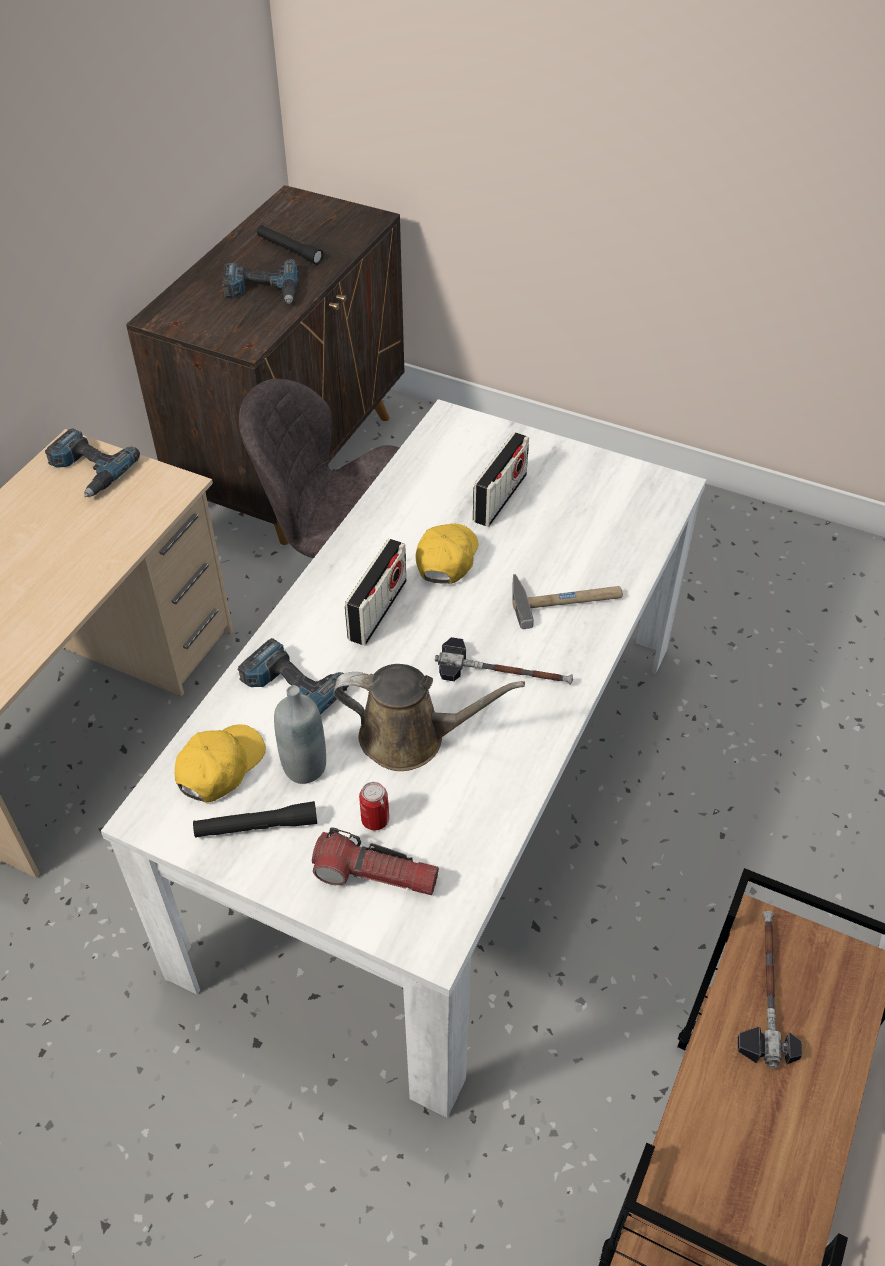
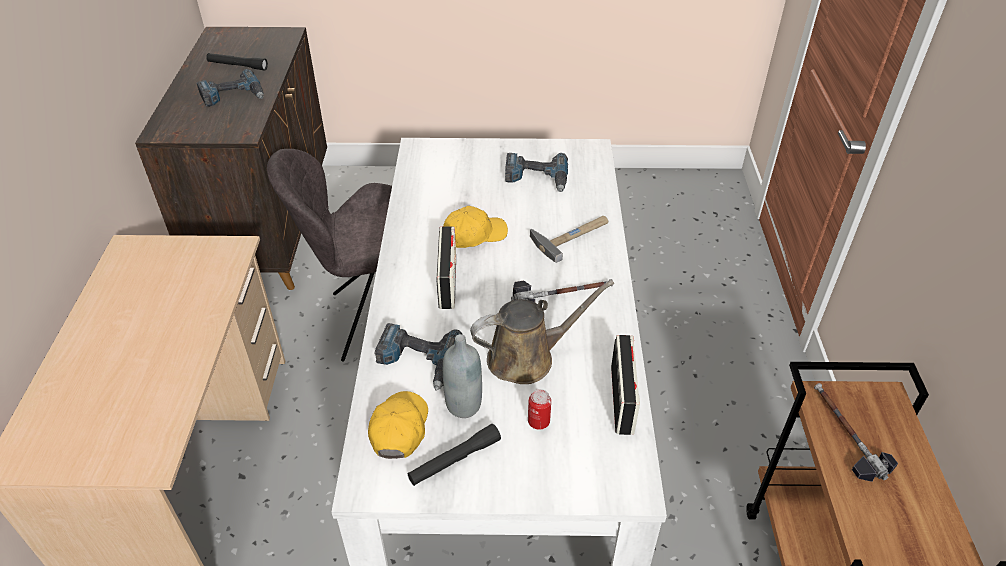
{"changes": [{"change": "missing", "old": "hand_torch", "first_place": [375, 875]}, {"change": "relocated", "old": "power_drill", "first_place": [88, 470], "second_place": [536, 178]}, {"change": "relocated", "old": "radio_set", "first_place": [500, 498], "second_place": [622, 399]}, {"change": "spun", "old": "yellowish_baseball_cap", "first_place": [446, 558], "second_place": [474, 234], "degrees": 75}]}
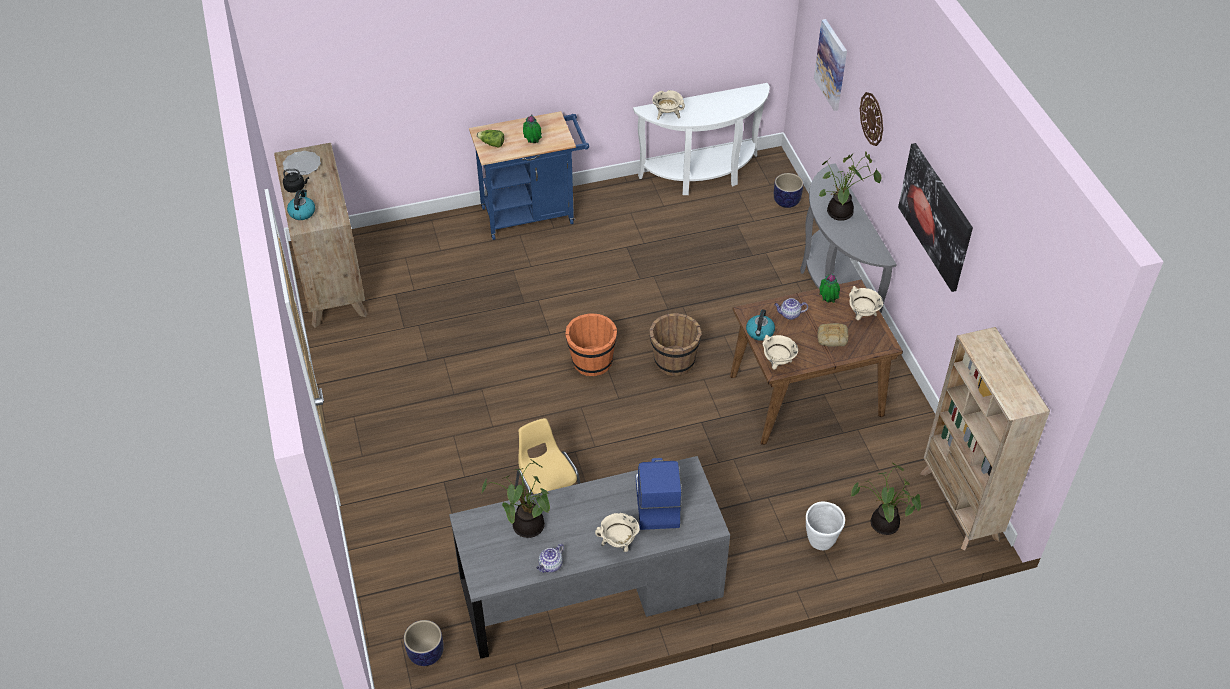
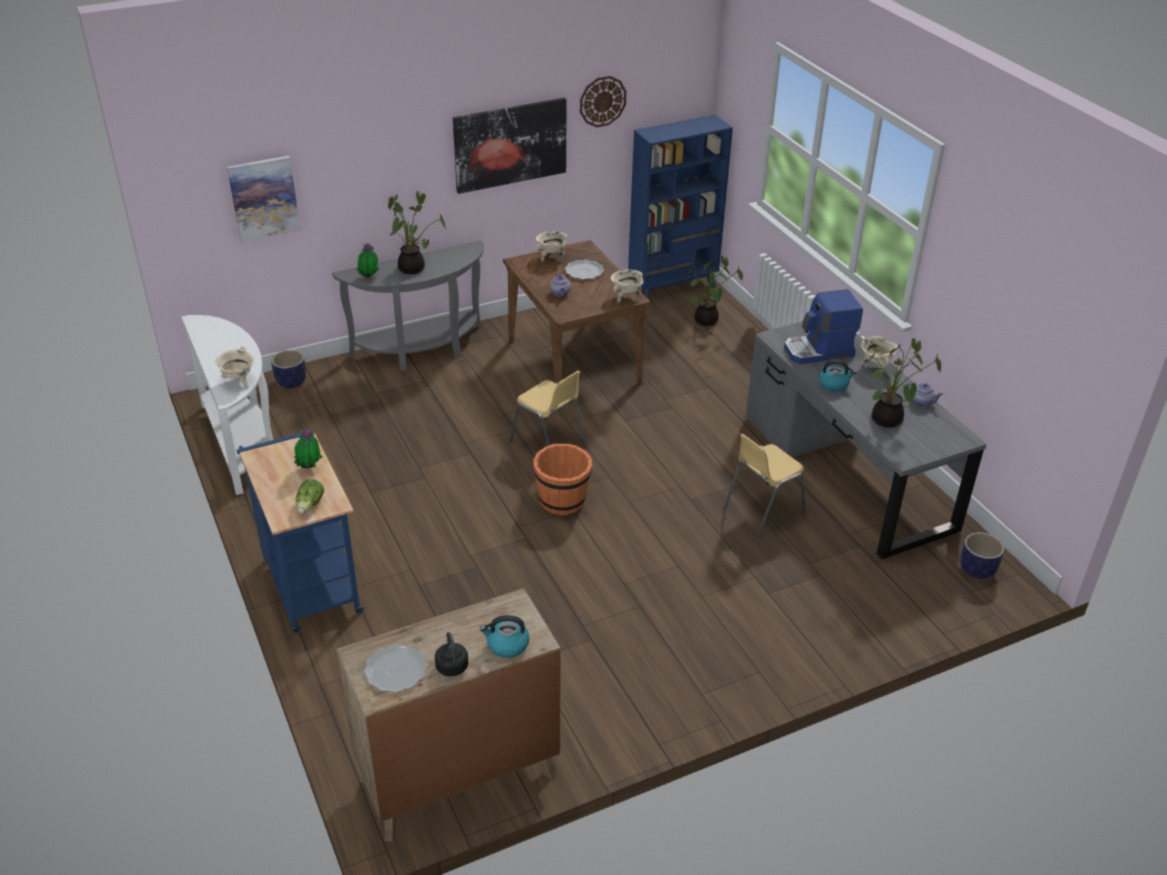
{"changes": [{"change": "missing", "old": "white-coloured_planter", "first_place": [820, 541]}, {"change": "relocated", "old": "kettle", "first_place": [760, 332], "second_place": [833, 384]}, {"change": "relocated", "old": "potted_plant", "first_place": [827, 301], "second_place": [369, 278]}, {"change": "relocated", "old": "clock_on_the_wall", "first_place": [872, 118], "second_place": [602, 101]}, {"change": "exchanged", "old": "brownish_bucket", "new": "yellowish_chair", "first_place": [674, 361], "second_place": [549, 443]}, {"change": "exchanged", "old": "bread", "new": "flat_dish", "first_place": [832, 337], "second_place": [584, 271]}, {"change": "colour", "old": "sand-coloured_bookcase", "new": "blue_bookcase", "first_place": [959, 506], "second_place": [673, 287]}]}
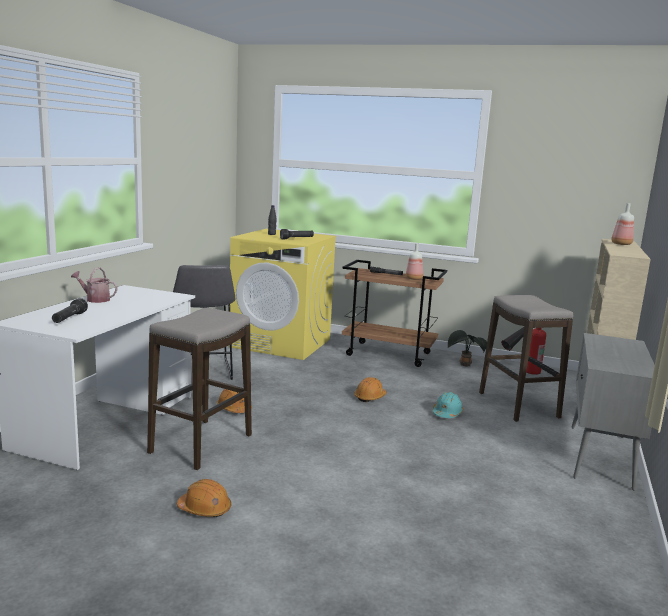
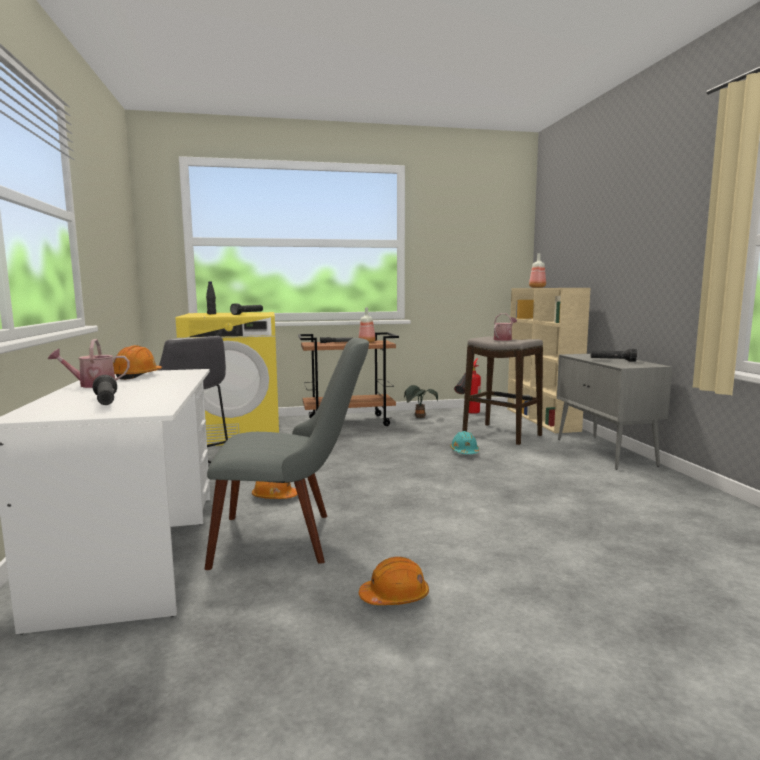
{"changes": [{"change": "appeared", "new": "sprinkling_can", "second_place": [504, 339]}, {"change": "appeared", "new": "blackish_hand_torch", "second_place": [612, 360]}, {"change": "relocated", "old": "orange_work_helmet", "first_place": [370, 397], "second_place": [137, 376]}, {"change": "exchanged", "old": "stool", "new": "gray_chair", "first_place": [202, 444], "second_place": [291, 538]}]}
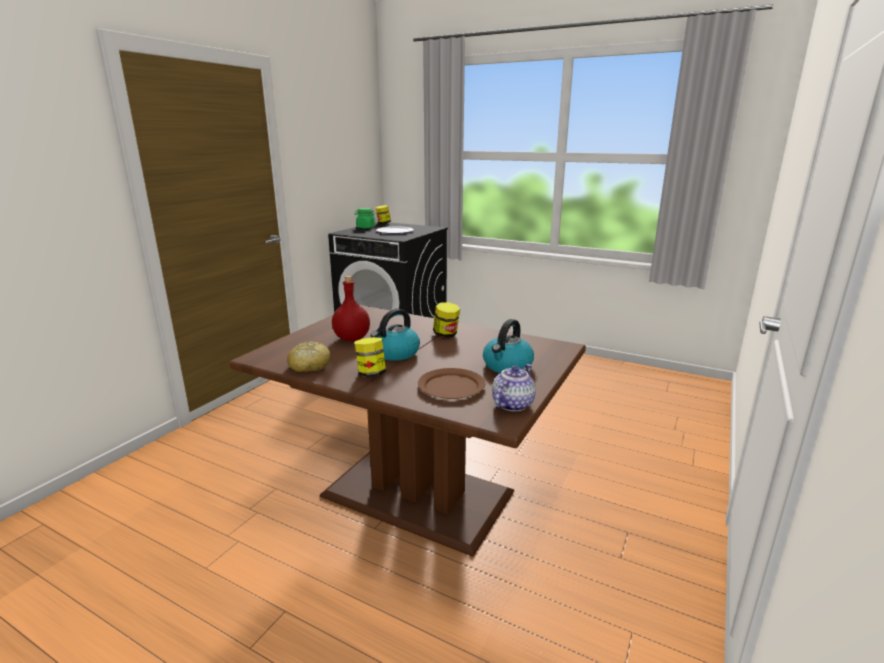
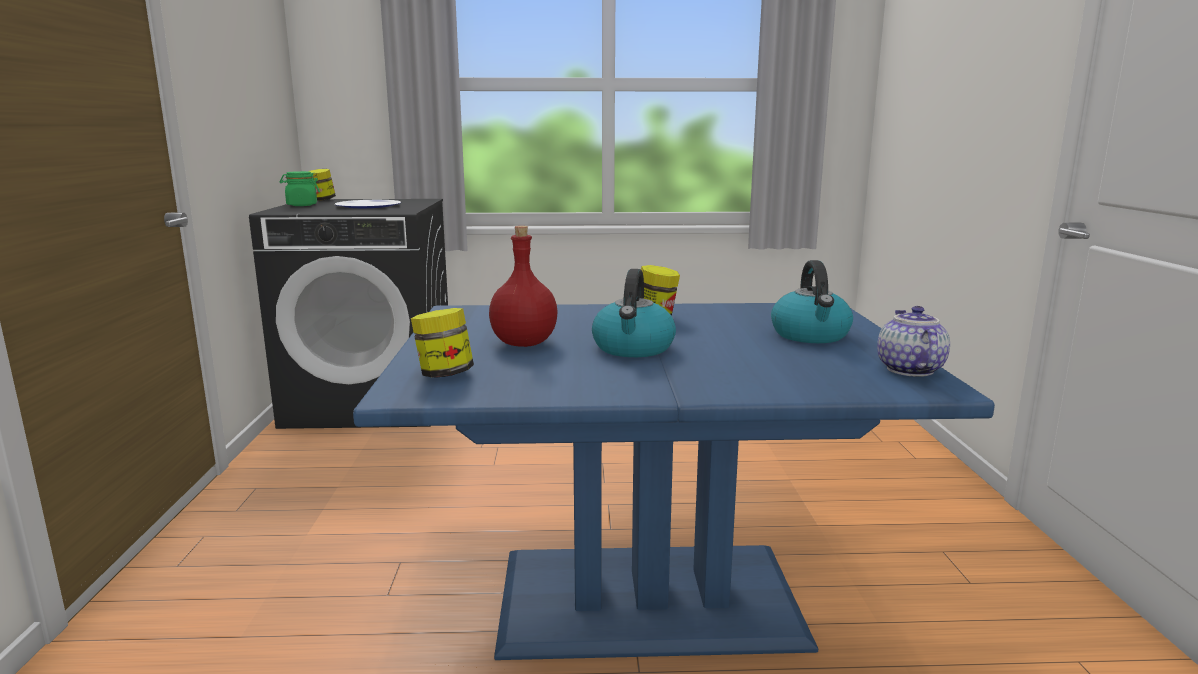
{"changes": [{"change": "missing", "old": "bread", "first_place": [309, 366]}, {"change": "missing", "old": "brownish_flat_dish", "first_place": [451, 387]}, {"change": "relocated", "old": "storage_jar", "first_place": [371, 374], "second_place": [444, 374]}, {"change": "colour", "old": "brownish_dinner_table", "new": "blue_dinner_table", "first_place": [416, 495], "second_place": [649, 601]}]}
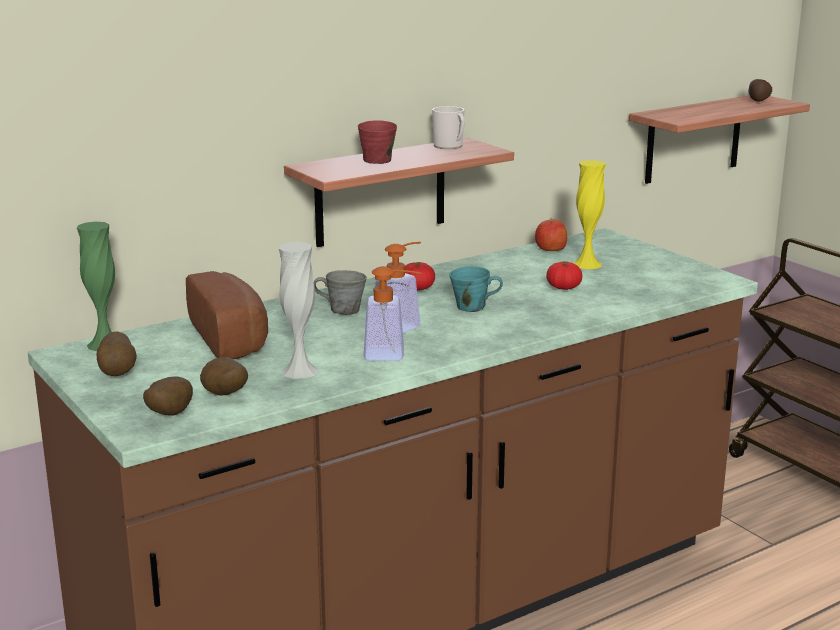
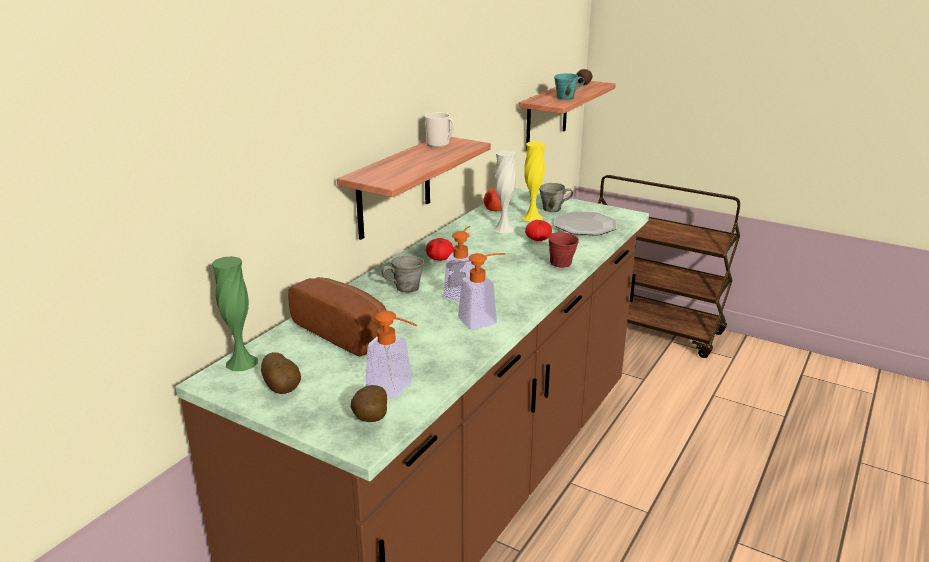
{"changes": [{"change": "appeared", "new": "gray_coffee_mug", "second_place": [553, 209]}, {"change": "appeared", "new": "flat_dish", "second_place": [585, 225]}, {"change": "relocated", "old": "white-coloured_decorative_vase", "first_place": [300, 371], "second_place": [504, 229]}, {"change": "relocated", "old": "red_coffee_mug", "first_place": [379, 160], "second_place": [561, 262]}, {"change": "relocated", "old": "blue-green_coffee_mug", "first_place": [473, 307], "second_place": [566, 97]}, {"change": "exchanged", "old": "whole_potato", "new": "liquid_soap_bottle", "first_place": [224, 396], "second_place": [396, 389]}]}
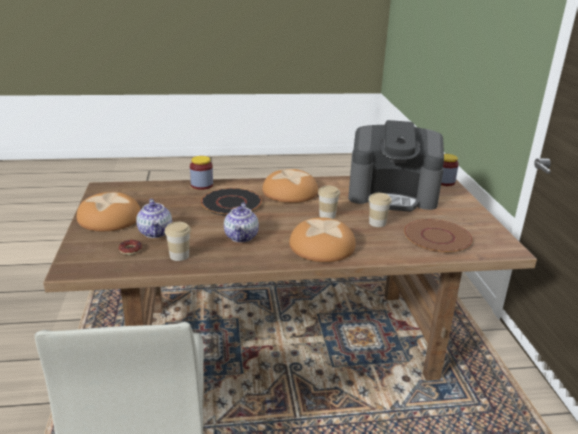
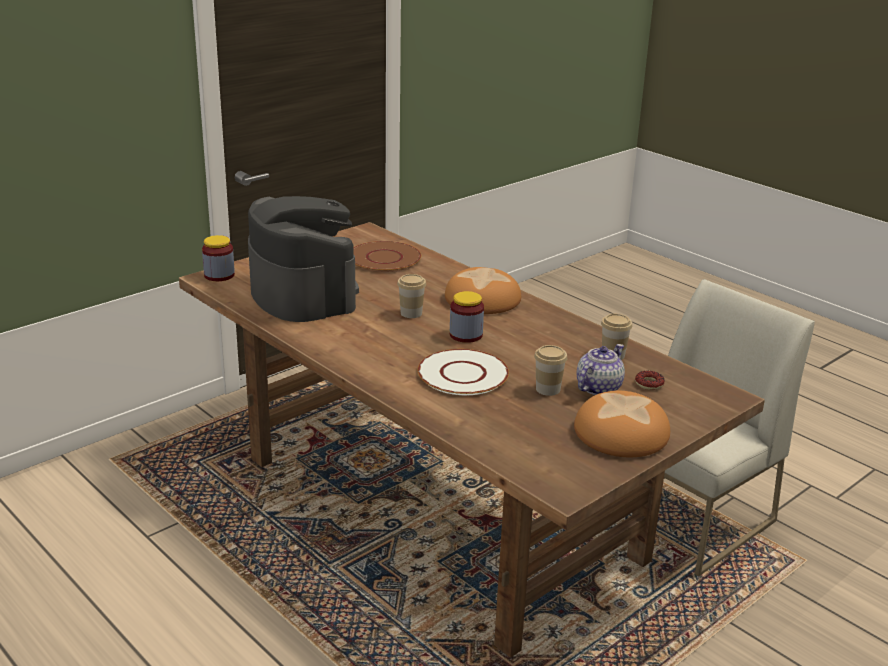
{"changes": [{"change": "missing", "old": "pot_for_tea", "first_place": [241, 237]}, {"change": "missing", "old": "bread", "first_place": [289, 192]}, {"change": "relocated", "old": "storage_jar", "first_place": [202, 185], "second_place": [466, 335]}, {"change": "relocated", "old": "small_cup", "first_place": [377, 223], "second_place": [548, 389]}, {"change": "colour", "old": "blackish_flat_dish", "new": "white-coloured_flat_dish", "first_place": [231, 203], "second_place": [462, 374]}]}
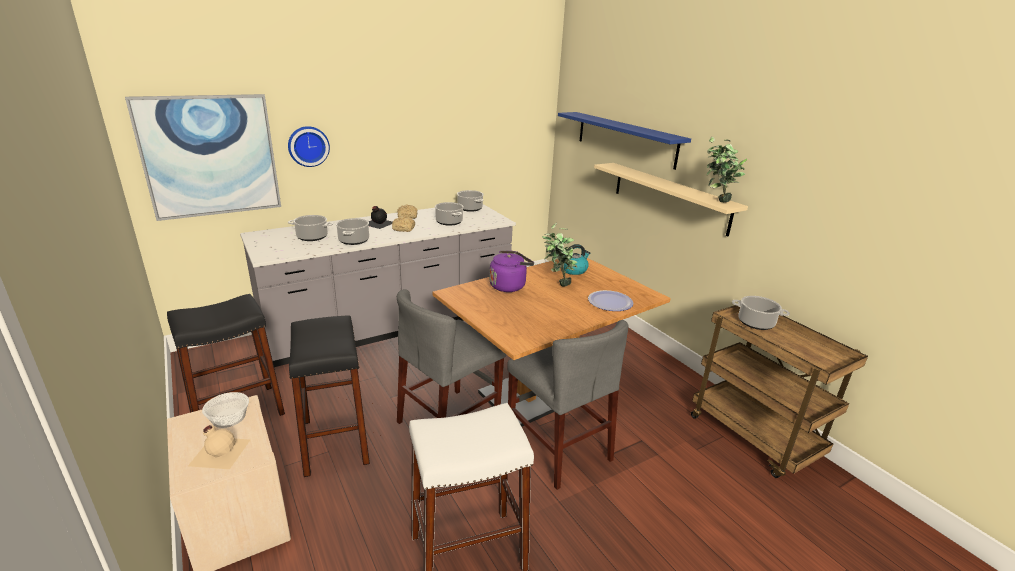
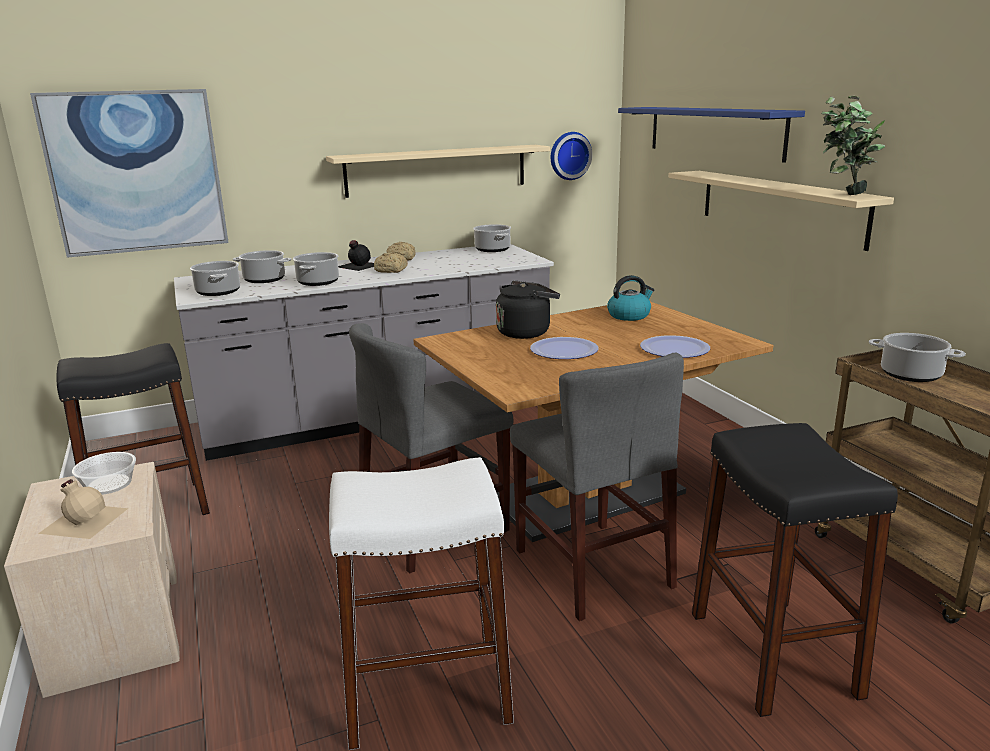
{"changes": [{"change": "missing", "old": "potted_plant", "first_place": [557, 284]}, {"change": "appeared", "new": "sand-coloured_shelf", "second_place": [437, 170]}, {"change": "appeared", "new": "flat_dish", "second_place": [564, 350]}, {"change": "relocated", "old": "clock_on_the_wall", "first_place": [308, 146], "second_place": [569, 155]}, {"change": "relocated", "old": "blackish_stool", "first_place": [335, 441], "second_place": [773, 654]}, {"change": "relocated", "old": "cooking_pot", "first_place": [448, 222], "second_place": [218, 292]}, {"change": "colour", "old": "purplish_kettle", "new": "blackish_kettle", "first_place": [509, 286], "second_place": [526, 332]}]}
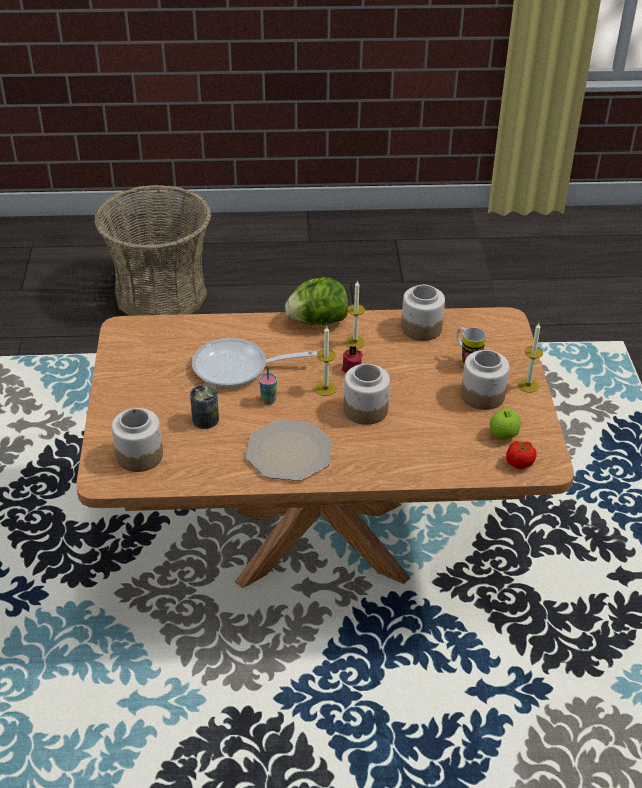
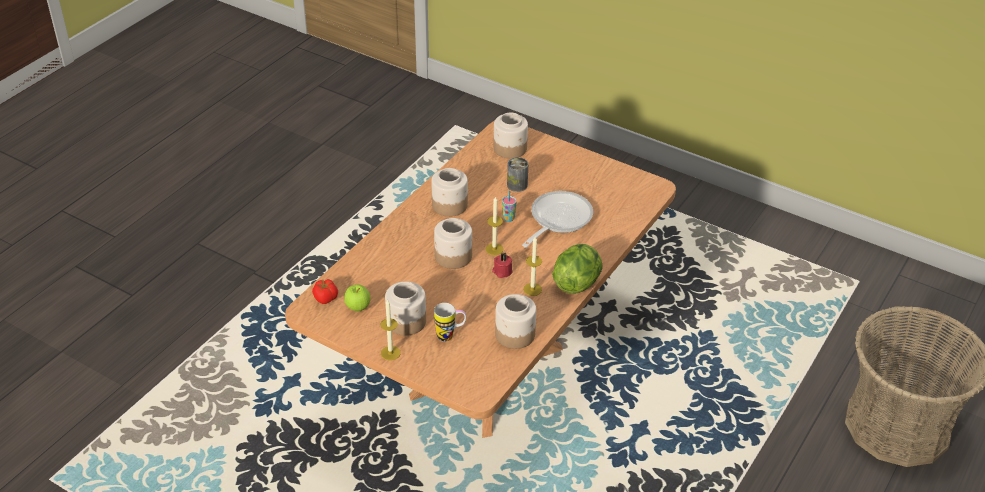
{"changes": [{"change": "exchanged", "old": "flat_dish", "new": "storage_jar", "first_place": [290, 452], "second_place": [449, 205]}]}
